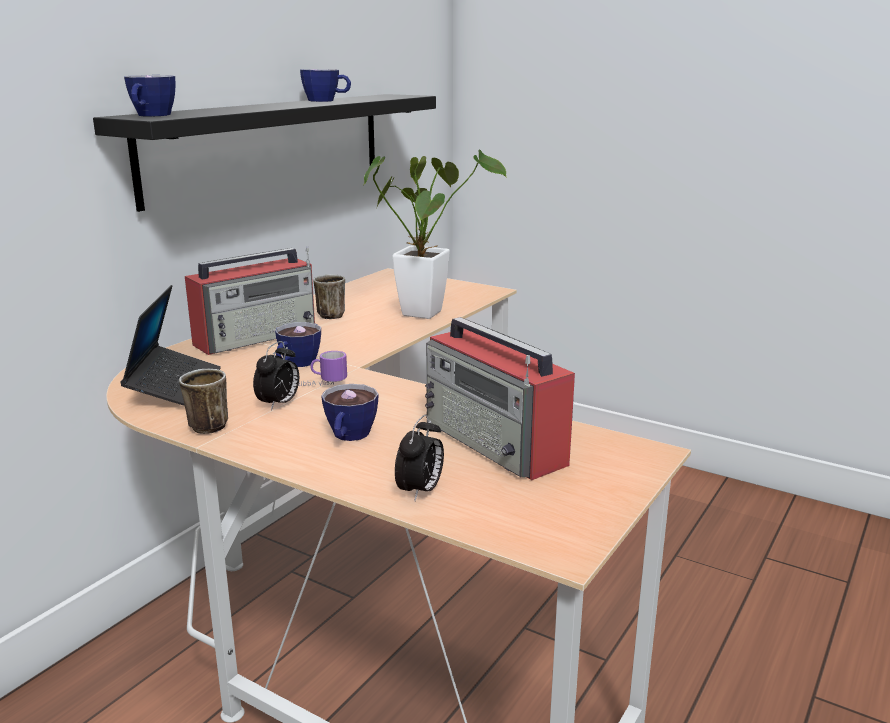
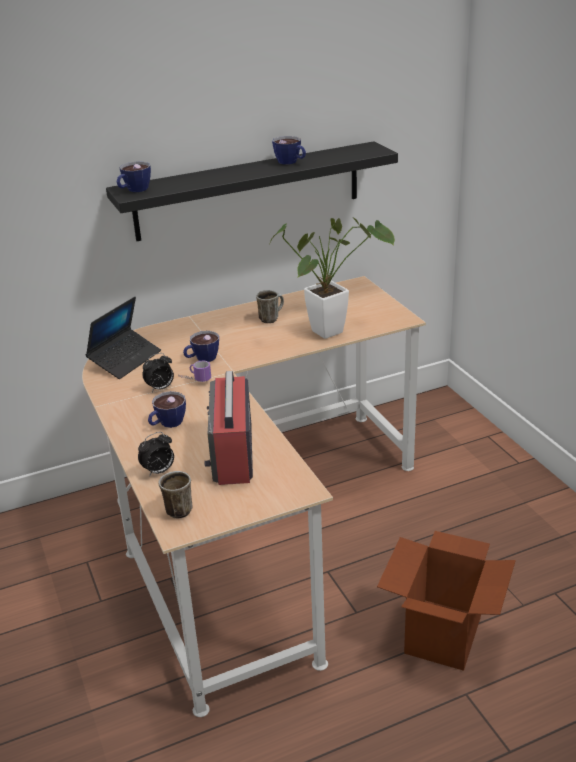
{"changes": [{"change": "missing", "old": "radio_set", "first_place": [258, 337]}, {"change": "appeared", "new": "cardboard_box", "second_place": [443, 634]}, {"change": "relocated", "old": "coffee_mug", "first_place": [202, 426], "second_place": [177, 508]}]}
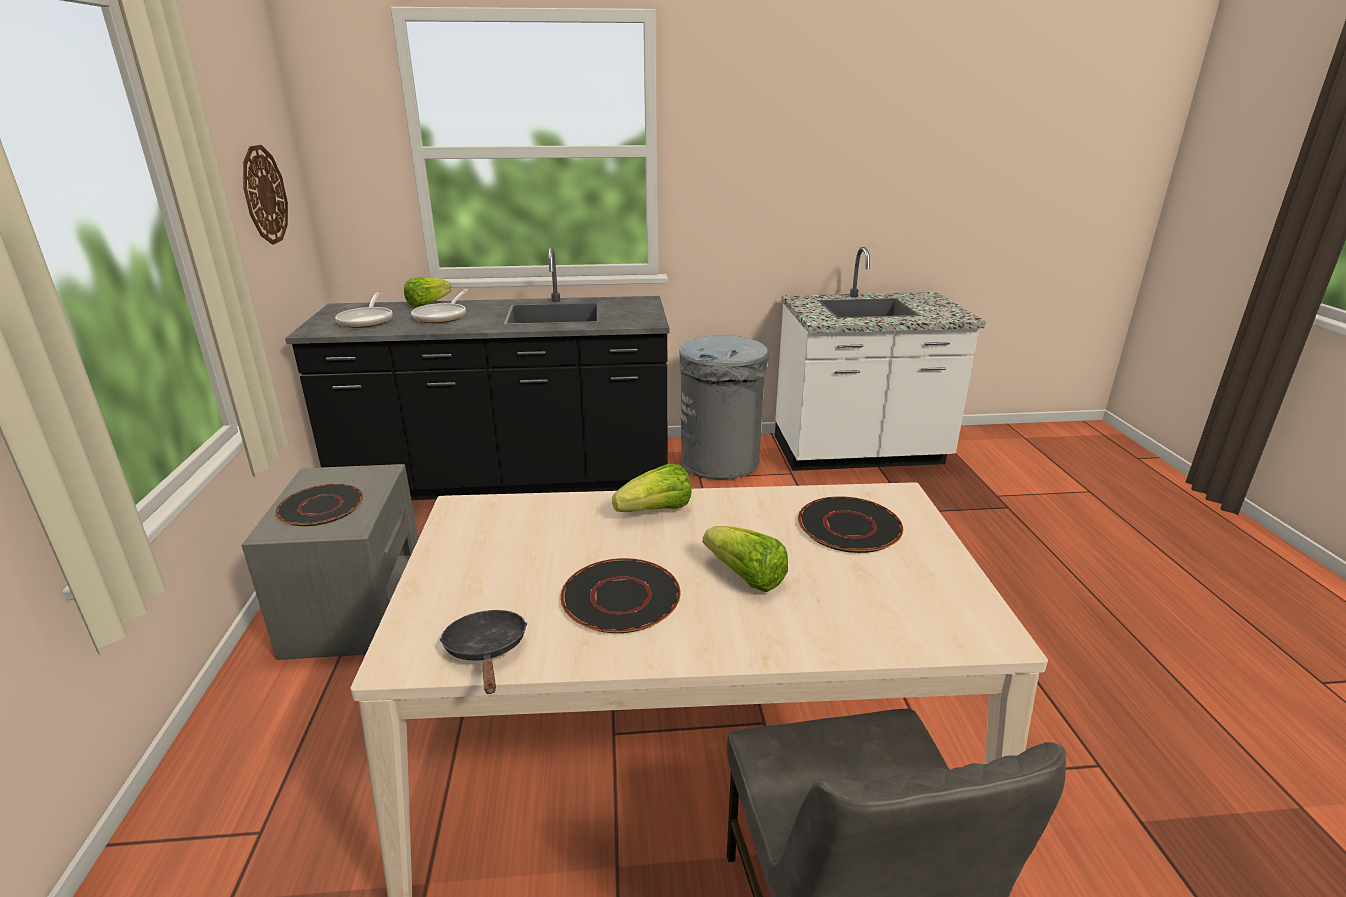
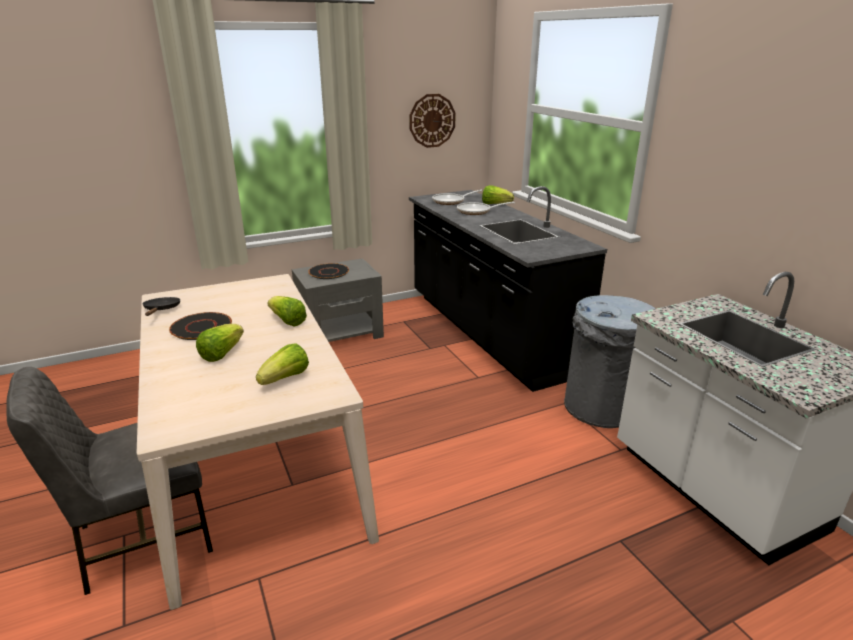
{"changes": [{"change": "exchanged", "old": "blackish_flat_dish", "new": "head_of_lettuce", "first_place": [849, 526], "second_place": [286, 379]}, {"change": "spun", "old": "blackish_pan", "first_place": [487, 651], "second_place": [161, 310], "degrees": -60}]}
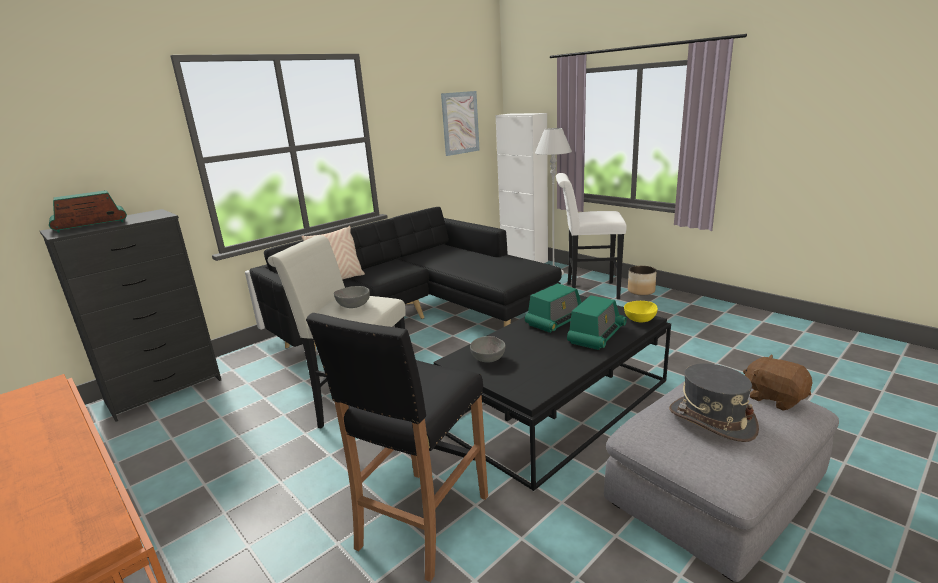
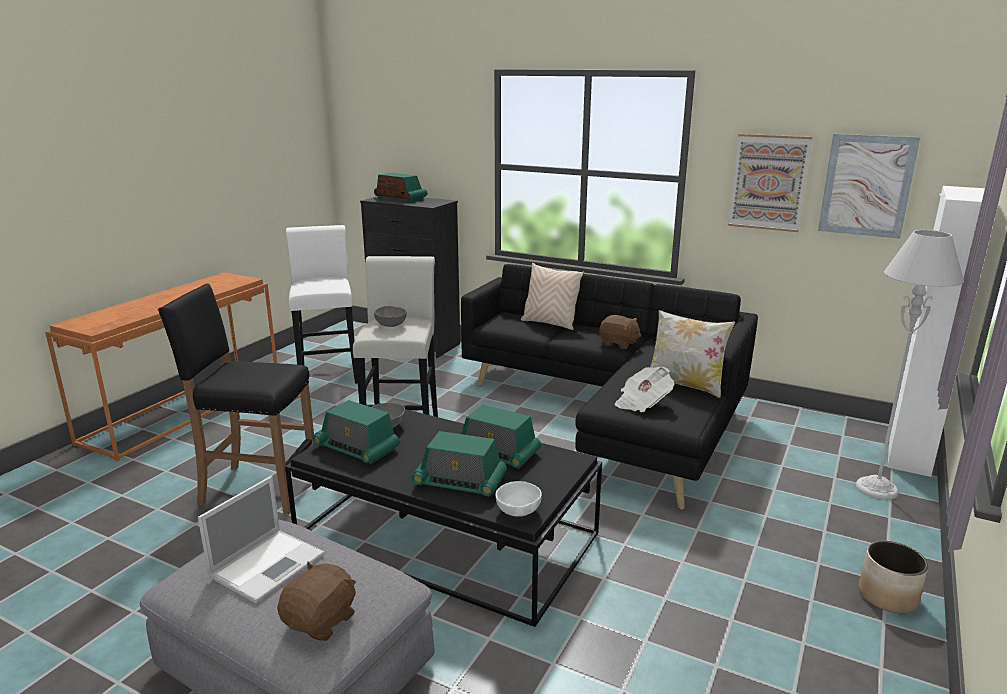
{"changes": [{"change": "appeared", "new": "radio_set", "second_place": [357, 448]}, {"change": "appeared", "new": "brownish_plush_toy", "second_place": [618, 343]}, {"change": "appeared", "new": "daily_paper", "second_place": [642, 403]}, {"change": "appeared", "new": "pillow", "second_place": [685, 385]}, {"change": "appeared", "new": "wall_picture", "second_place": [768, 182]}, {"change": "relocated", "old": "white-coloured_stool", "first_place": [587, 291], "second_place": [328, 372]}, {"change": "exchanged", "old": "gray_clothing_hat", "new": "laptop", "first_place": [711, 420], "second_place": [269, 564]}, {"change": "colour", "old": "yellowish_serving_bowl", "new": "white-coloured_serving_bowl", "first_place": [640, 320], "second_place": [518, 512]}]}
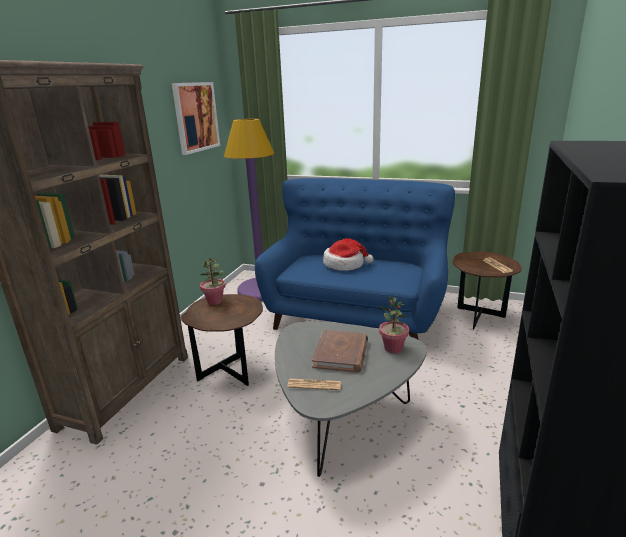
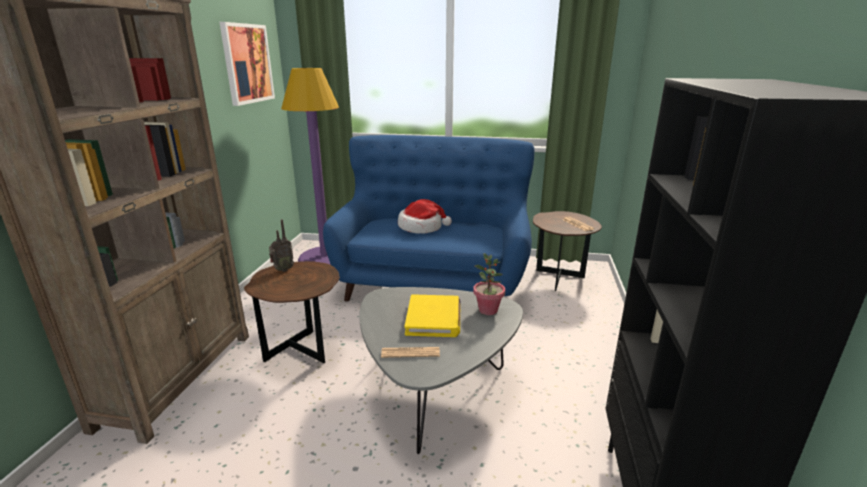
{"changes": [{"change": "exchanged", "old": "potted_plant", "new": "radio_set", "first_place": [215, 301], "second_place": [282, 270]}, {"change": "colour", "old": "brownish_bound_book", "new": "yellowish_bound_book", "first_place": [341, 354], "second_place": [434, 319]}]}
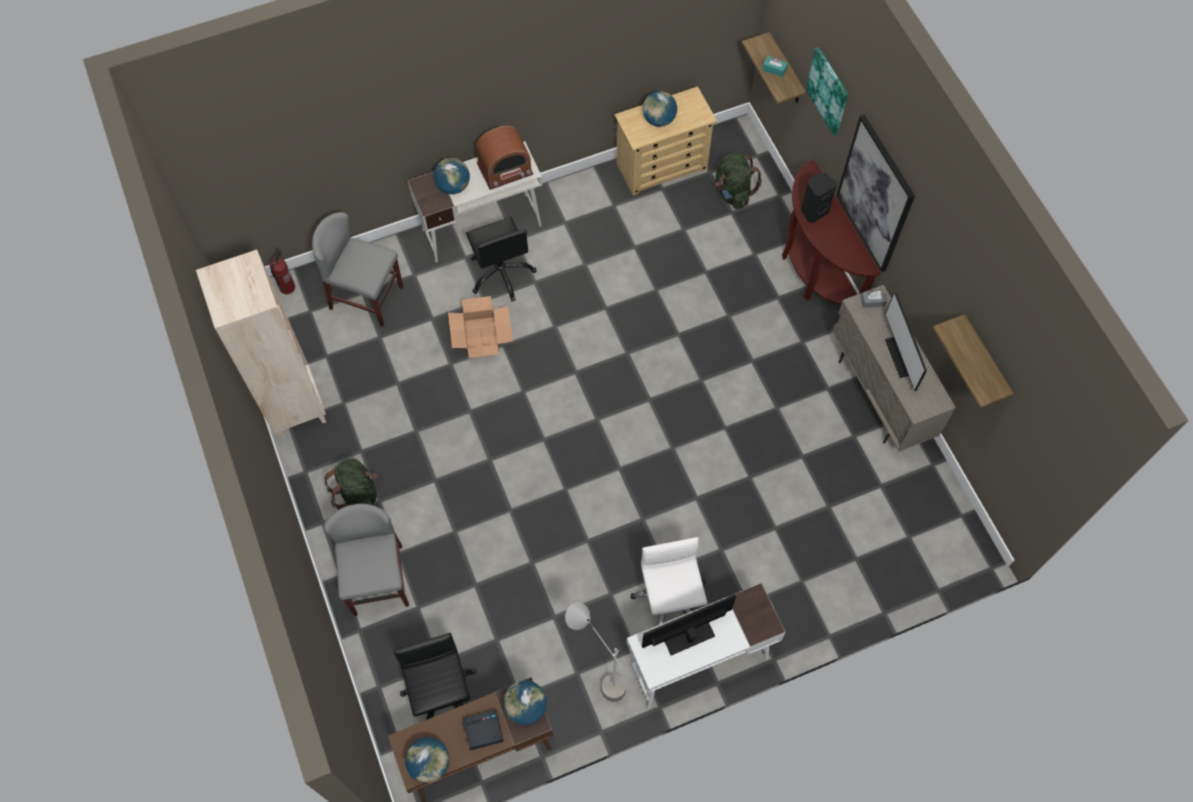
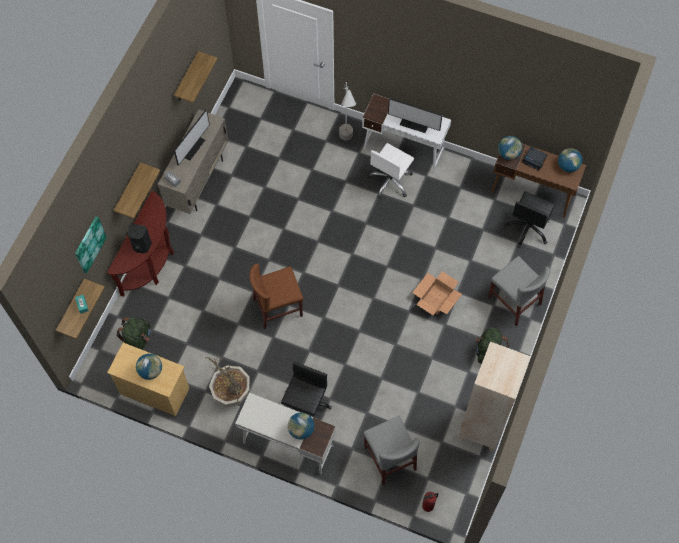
{"changes": [{"change": "missing", "old": "radio_set", "first_place": [505, 169]}, {"change": "appeared", "new": "potted_plant", "second_place": [231, 393]}, {"change": "appeared", "new": "brownish_chair", "second_place": [277, 307]}, {"change": "relocated", "old": "cardboard_box", "first_place": [481, 336], "second_place": [436, 298]}, {"change": "relocated", "old": "gray_floor_lamp", "first_place": [597, 676], "second_place": [347, 144]}, {"change": "exchanged", "old": "wall_picture", "new": "shelf", "first_place": [875, 195], "second_place": [128, 191]}, {"change": "spun", "old": "gray_chair", "first_place": [378, 580], "second_place": [514, 301], "degrees": -75}]}
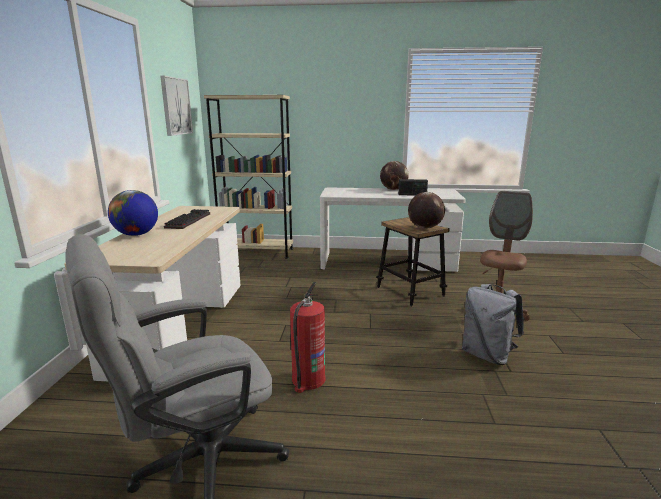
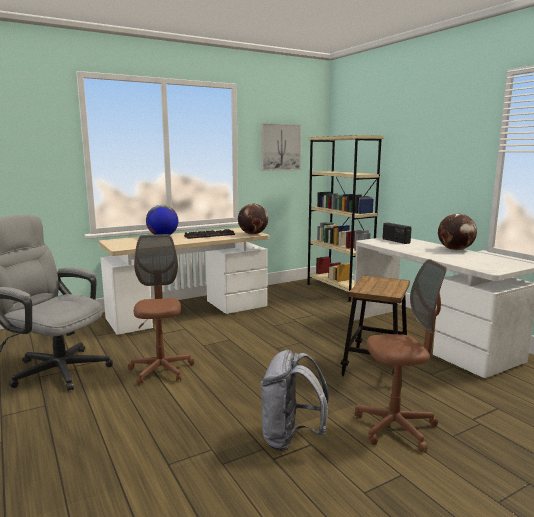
{"changes": [{"change": "relocated", "old": "radio_set", "first_place": [412, 194], "second_place": [395, 241]}, {"change": "relocated", "old": "globe", "first_place": [424, 227], "second_place": [253, 234]}, {"change": "exchanged", "old": "extinguisher", "new": "brownish_office_chair", "first_place": [307, 380], "second_place": [161, 370]}]}
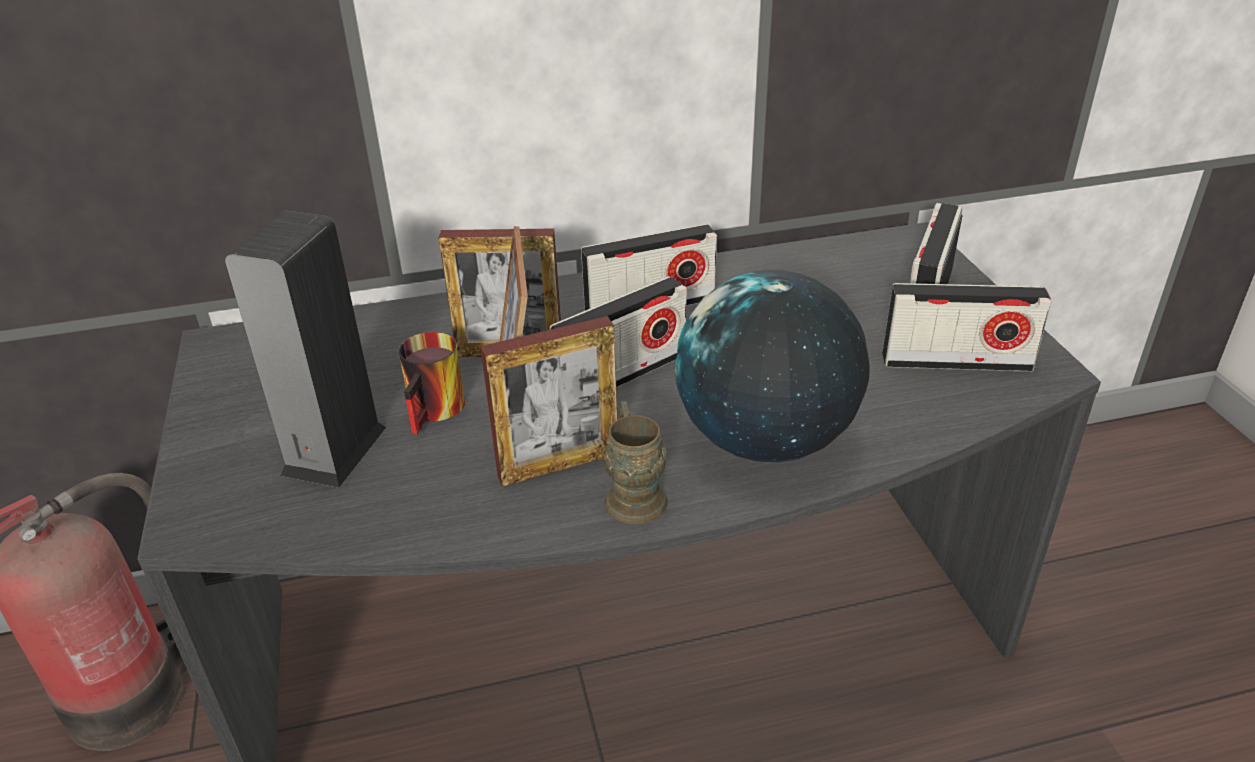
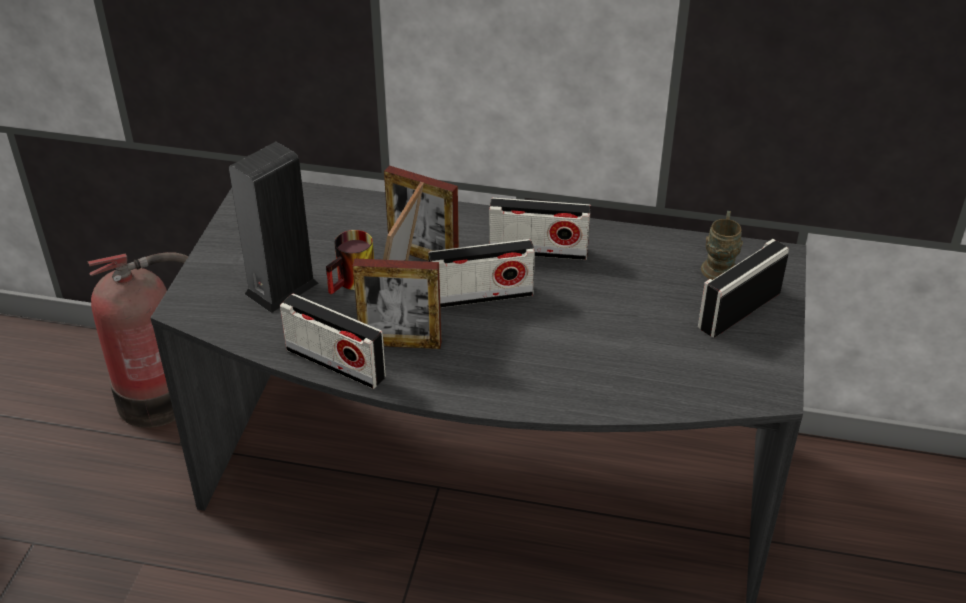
{"changes": [{"change": "missing", "old": "globe", "first_place": [766, 441]}, {"change": "relocated", "old": "brownish_coffee_mug", "first_place": [633, 493], "second_place": [720, 265]}, {"change": "relocated", "old": "radio_set", "first_place": [956, 362], "second_place": [335, 363]}]}
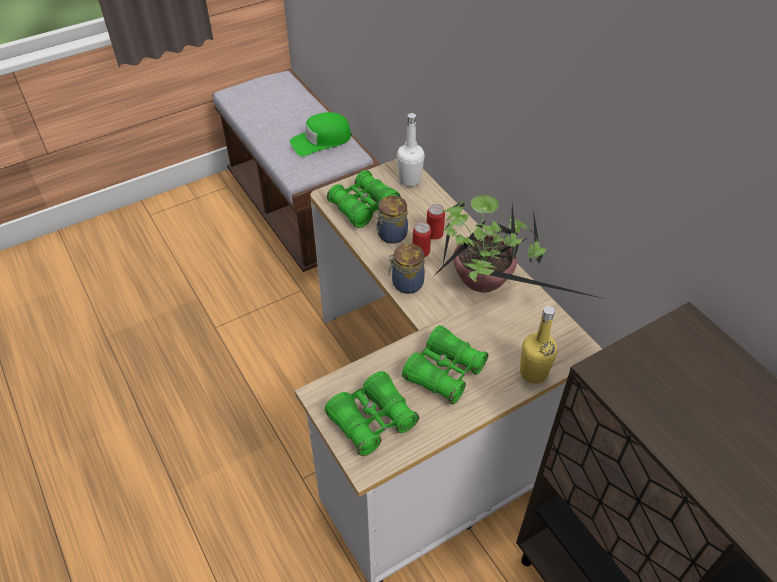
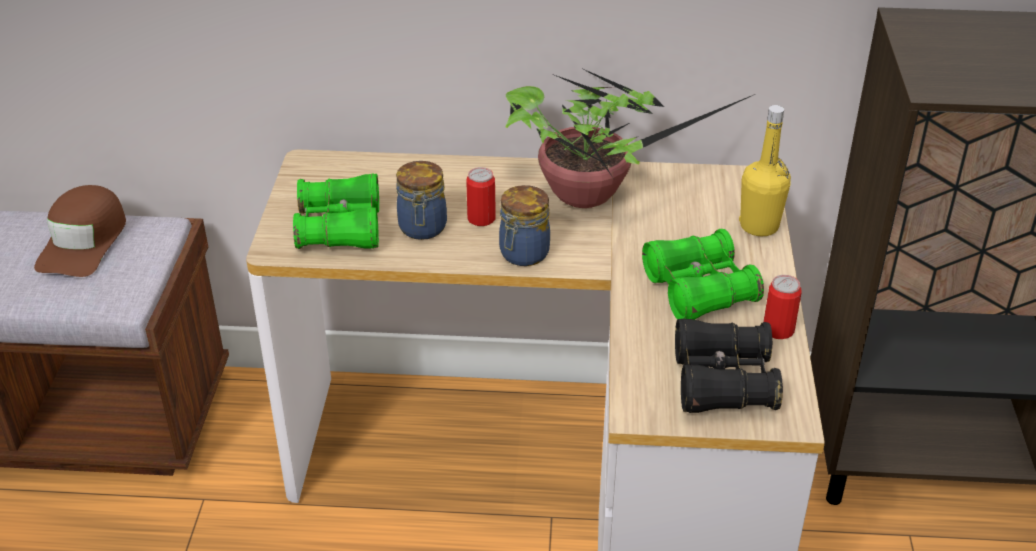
{"changes": [{"change": "missing", "old": "white-coloured_bottle", "first_place": [409, 180]}, {"change": "relocated", "old": "metal_can", "first_place": [434, 234], "second_place": [778, 330]}, {"change": "colour", "old": "greenish_baseball_cap", "new": "brownish_baseball_cap", "first_place": [321, 140], "second_place": [84, 242]}, {"change": "colour", "old": "greenish_binoculars", "new": "blackish_binoculars", "first_place": [372, 420], "second_place": [723, 382]}]}
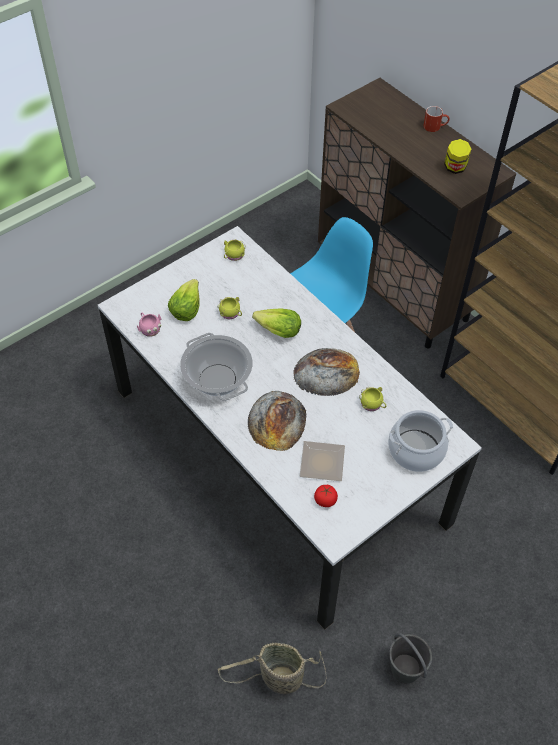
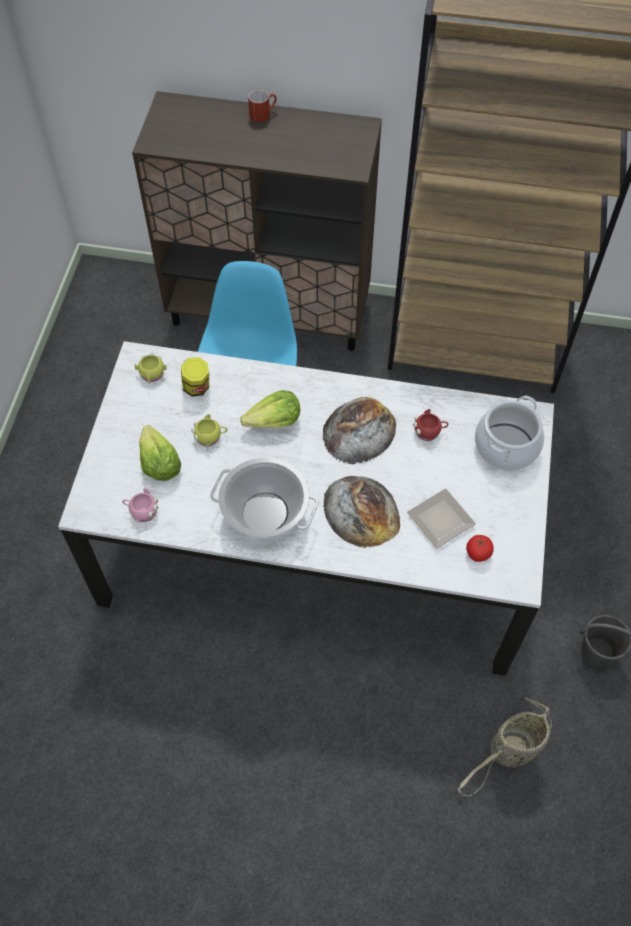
{"changes": [{"change": "relocated", "old": "storage_jar", "first_place": [455, 168], "second_place": [197, 387]}, {"change": "colour", "old": "yellowish_coffee_mug", "new": "red_coffee_mug", "first_place": [372, 404], "second_place": [429, 431]}]}
